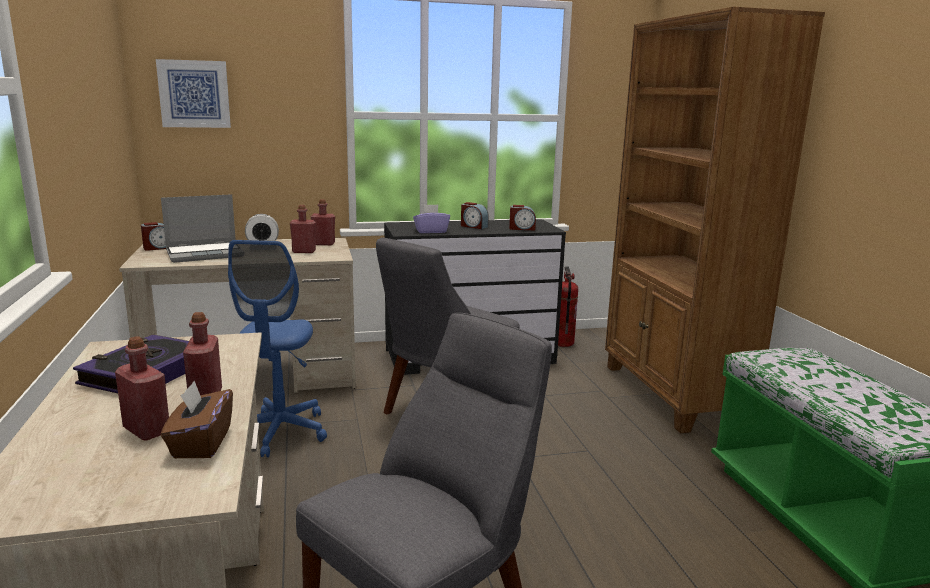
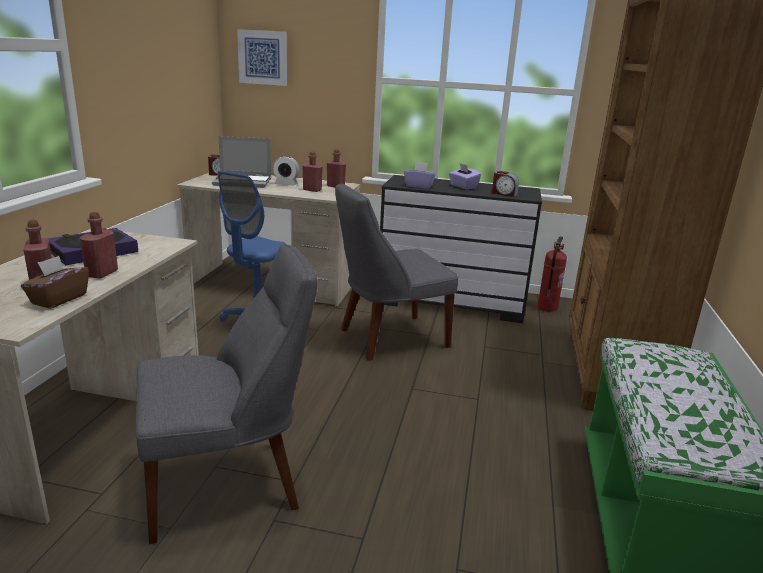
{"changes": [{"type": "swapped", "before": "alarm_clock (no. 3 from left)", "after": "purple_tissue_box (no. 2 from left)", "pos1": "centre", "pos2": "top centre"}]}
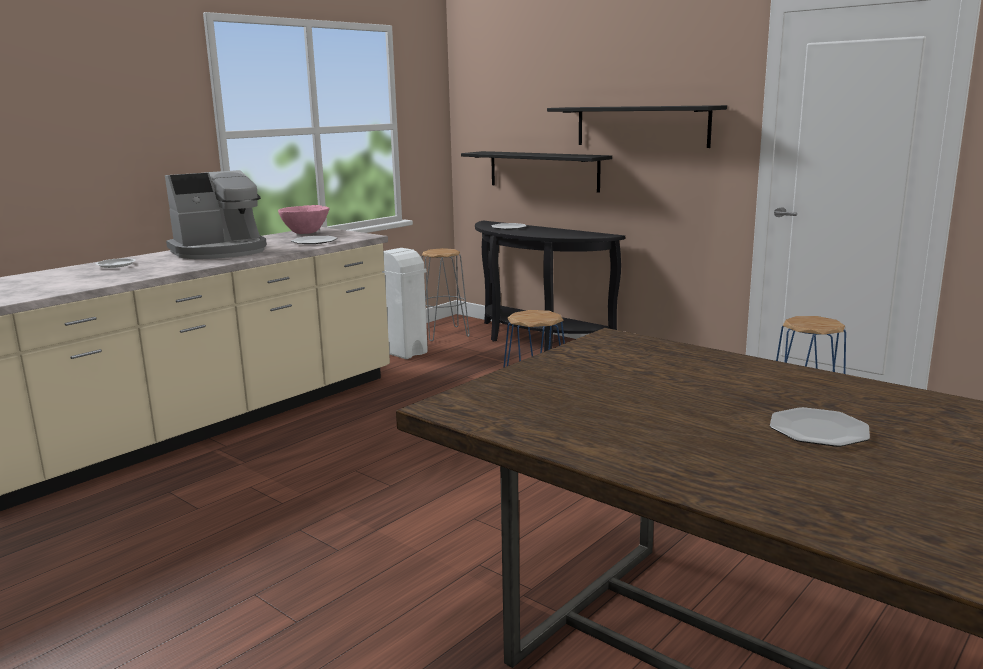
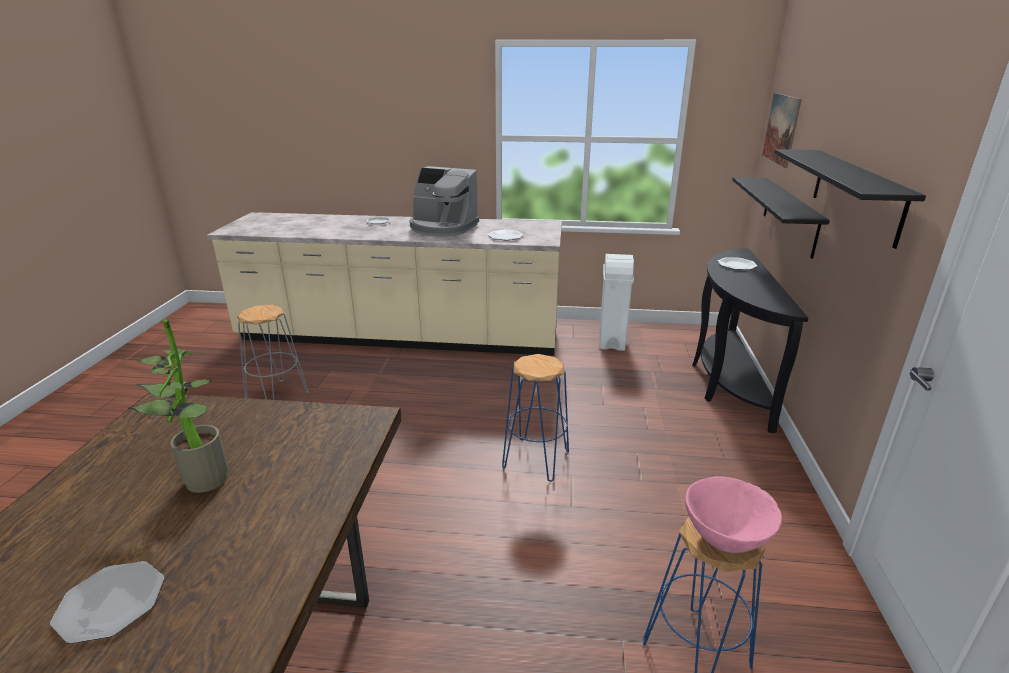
{"changes": [{"type": "shifted", "before": "pink_bowl", "pos1": "top left", "pos2": "bottom right"}, {"type": "shifted", "before": "grey_stool", "pos1": "centre", "pos2": "middle left"}, {"type": "new", "after": "potted_plant", "pos2": "middle left"}, {"type": "new", "after": "picture", "pos2": "top right"}]}
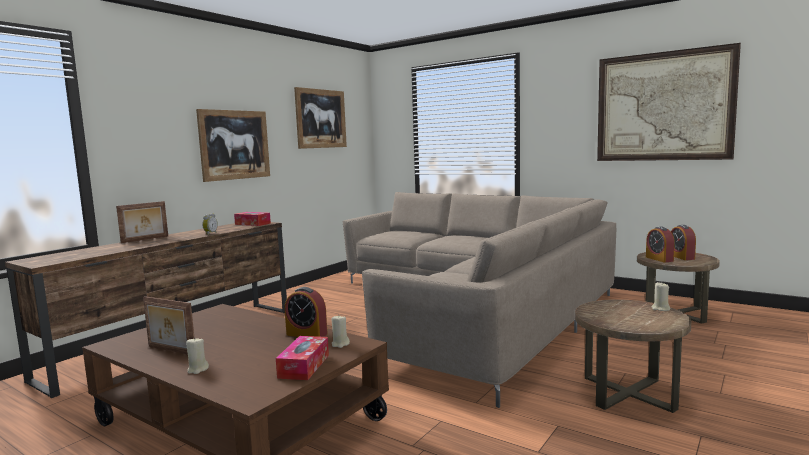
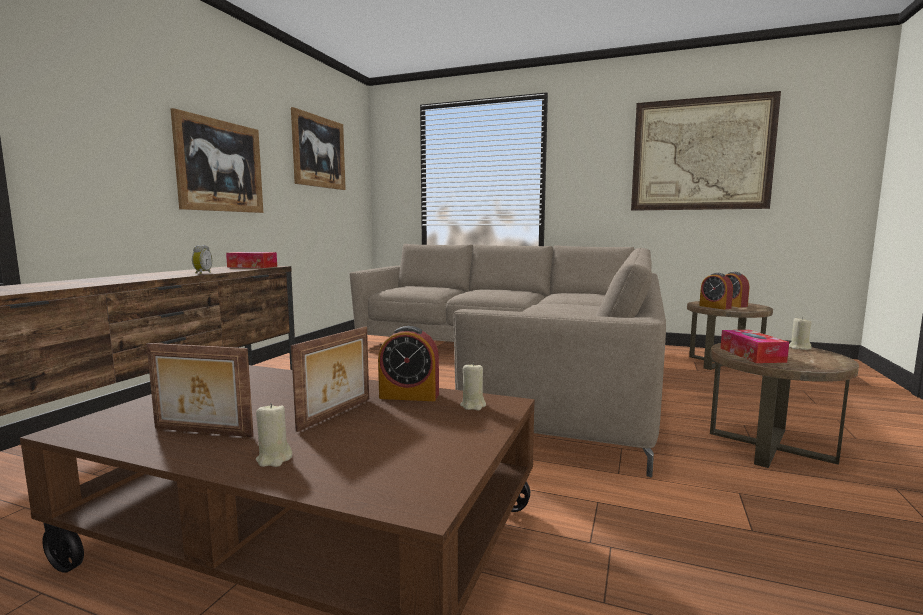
{"changes": [{"type": "shifted", "before": "picture_frame (no. 1 from left in the first image)", "after": "picture_frame (no. 2 from left)", "pos1": "middle left", "pos2": "centre"}, {"type": "shifted", "before": "tissue_box (no. 2 from left)", "pos1": "bottom centre", "pos2": "middle right"}]}
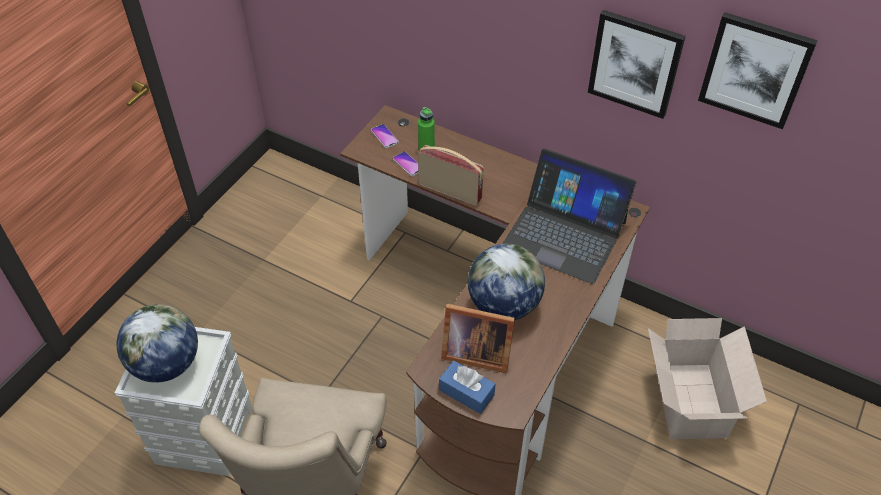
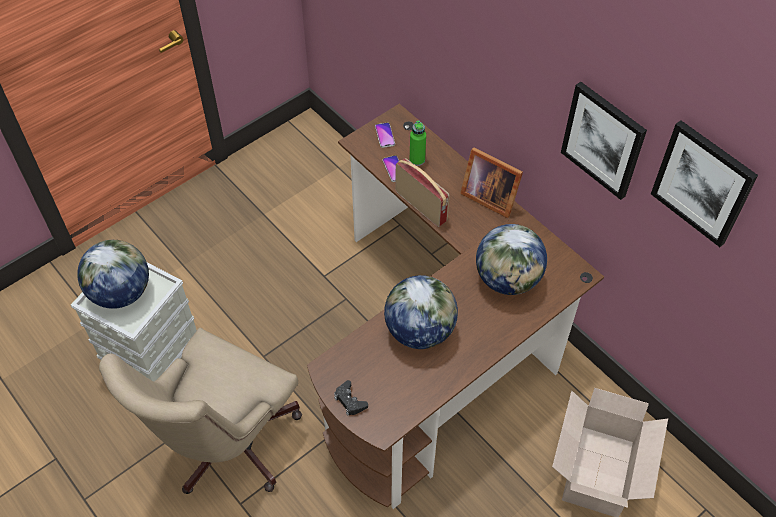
{"changes": [{"type": "swapped", "before": "blue_tissue_box", "after": "black_game_controller", "pos1": "bottom centre", "pos2": "bottom centre"}, {"type": "shifted", "before": "picture_frame", "pos1": "bottom centre", "pos2": "centre"}, {"type": "swapped", "before": "laptop", "after": "globe (no. 3 from left)", "pos1": "centre", "pos2": "centre"}]}
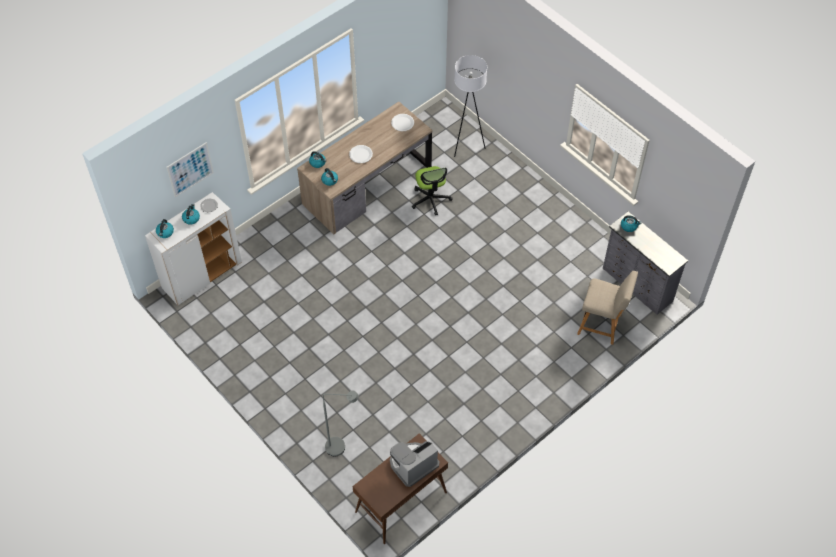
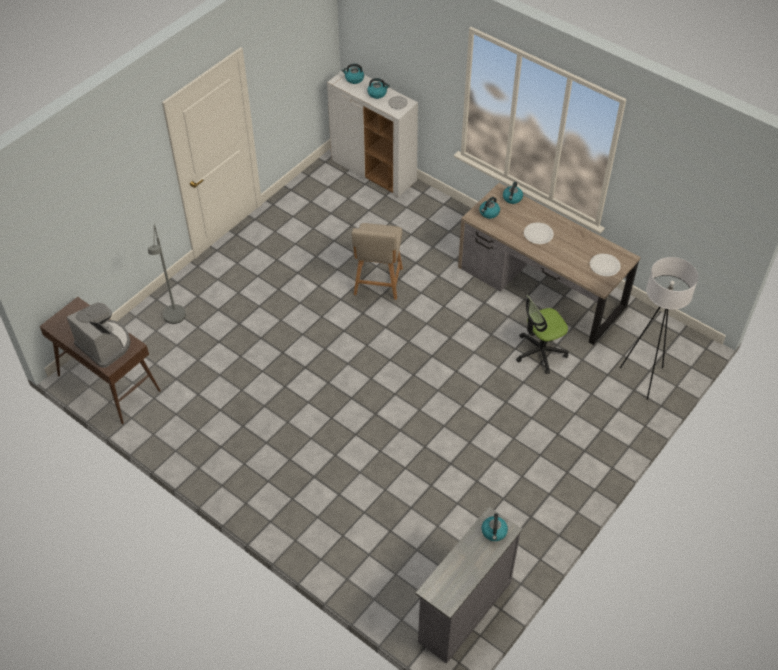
{"changes": [{"type": "gone", "before": "picture", "pos1": "top left"}, {"type": "shifted", "before": "beige_chair", "pos1": "middle right", "pos2": "centre"}]}
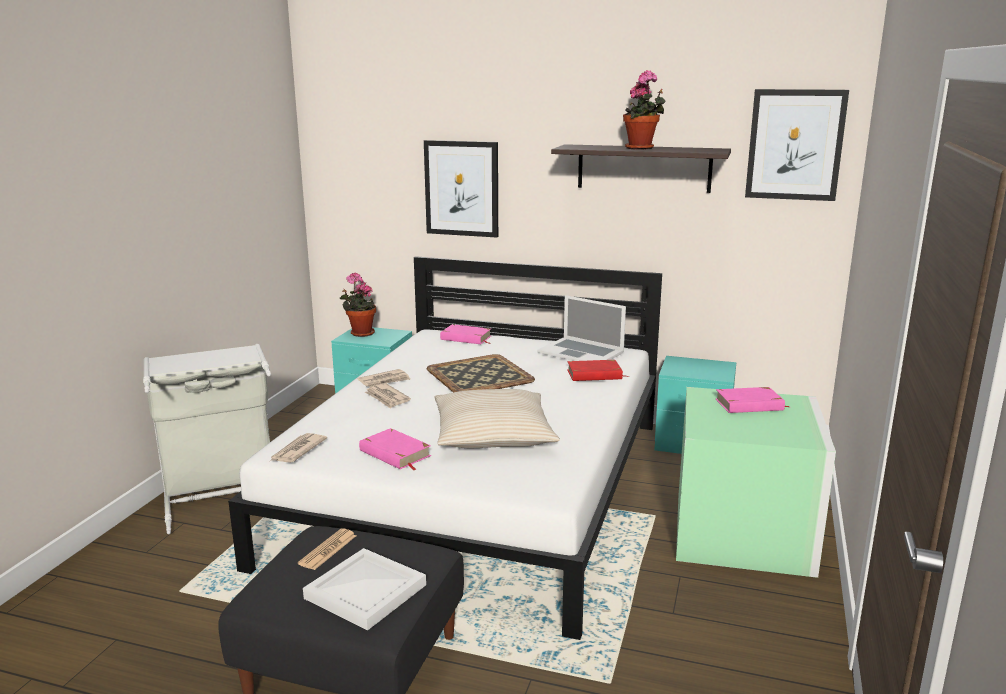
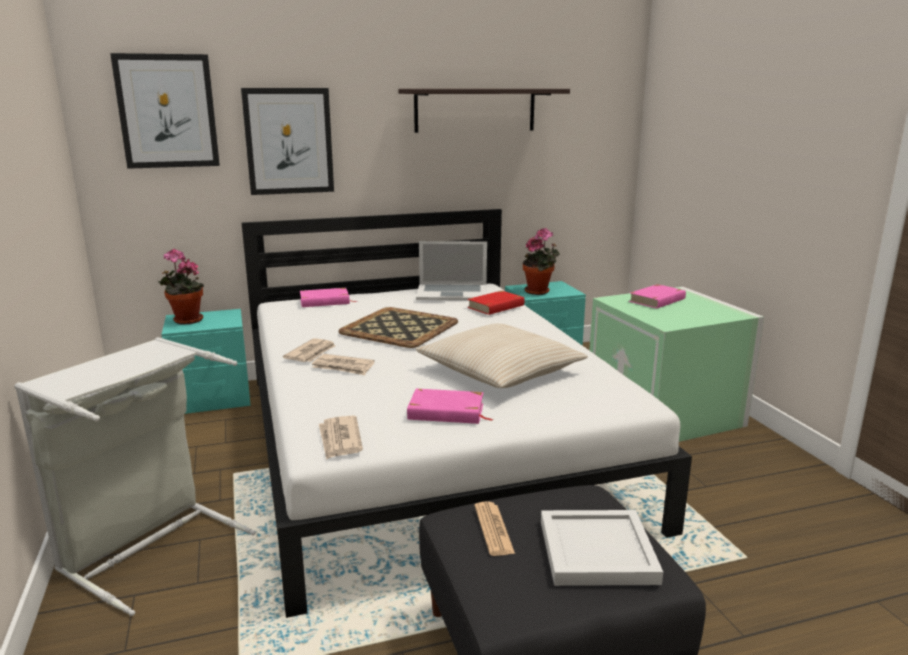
{"changes": [{"type": "shifted", "before": "potted_plant (no. 2 from left)", "pos1": "top centre", "pos2": "centre"}, {"type": "shifted", "before": "picture (no. 2 from left in the first image)", "after": "picture (no. 1 from left)", "pos1": "top right", "pos2": "top left"}]}
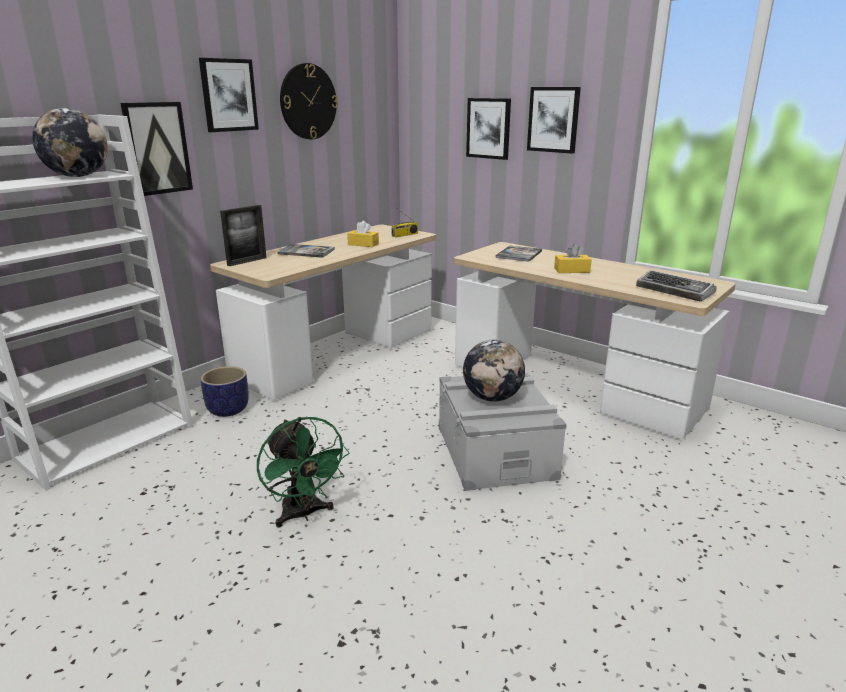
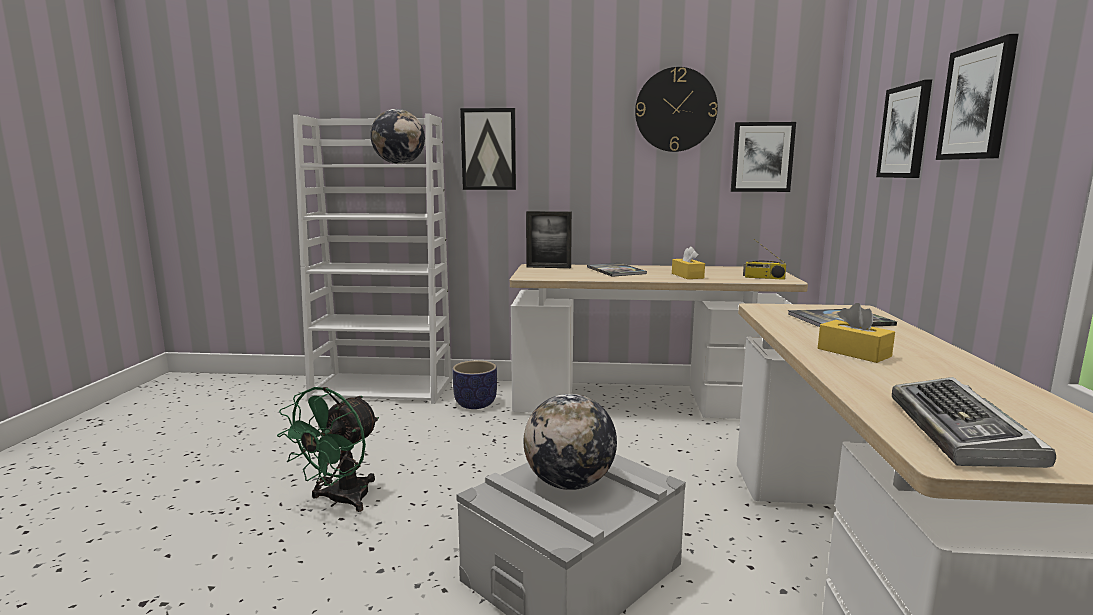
{"changes": [{"type": "shifted", "before": "picture (no. 2 from left)", "pos1": "top left", "pos2": "top right"}]}
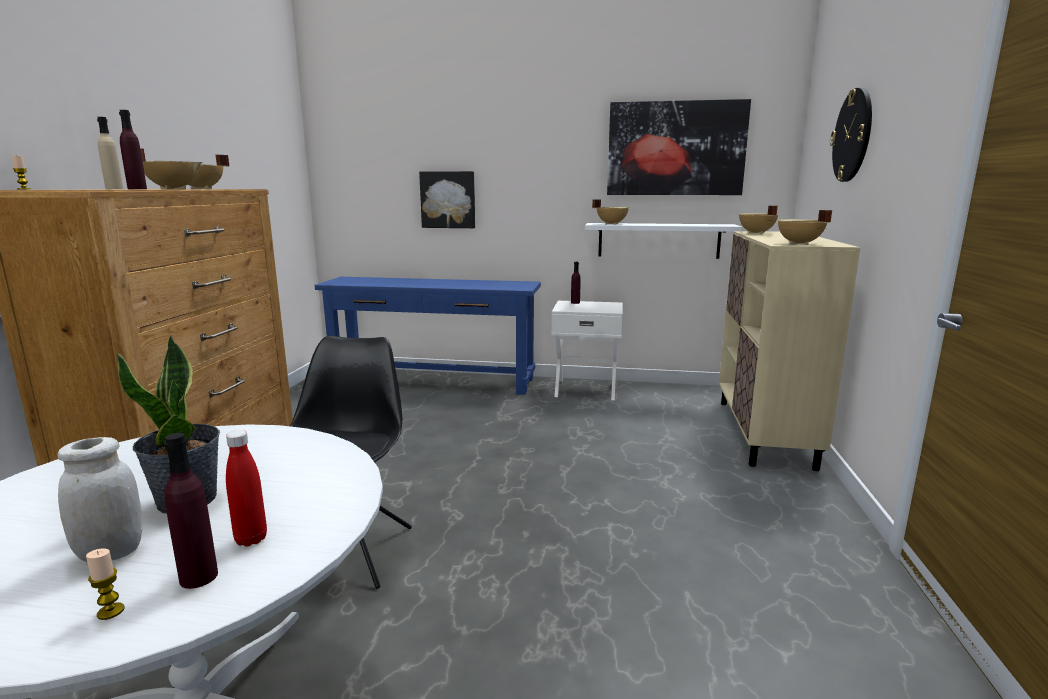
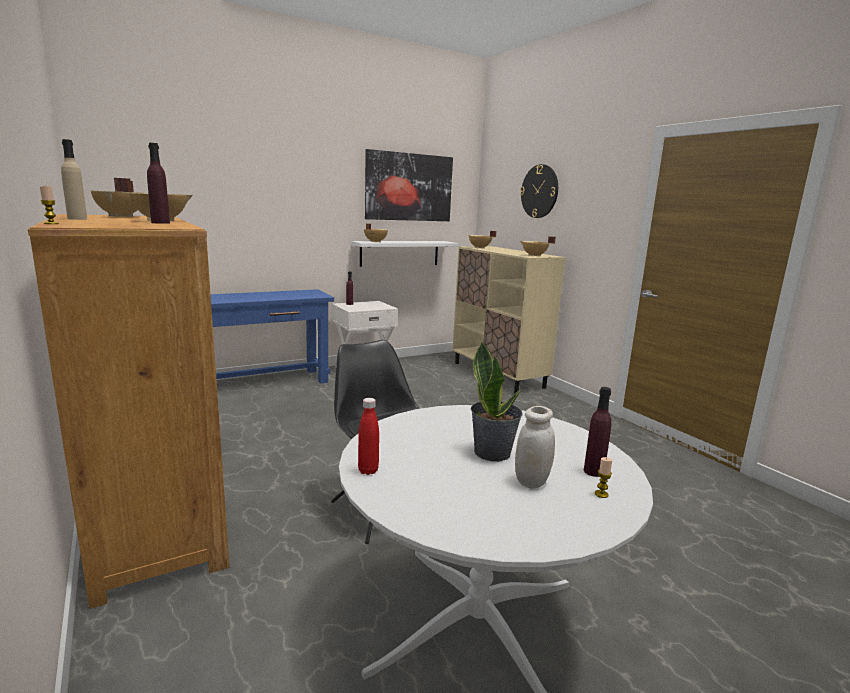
{"changes": [{"type": "shifted", "before": "red_bottle", "pos1": "bottom left", "pos2": "centre"}, {"type": "gone", "before": "picture (no. 1 from left)", "pos1": "top centre"}]}
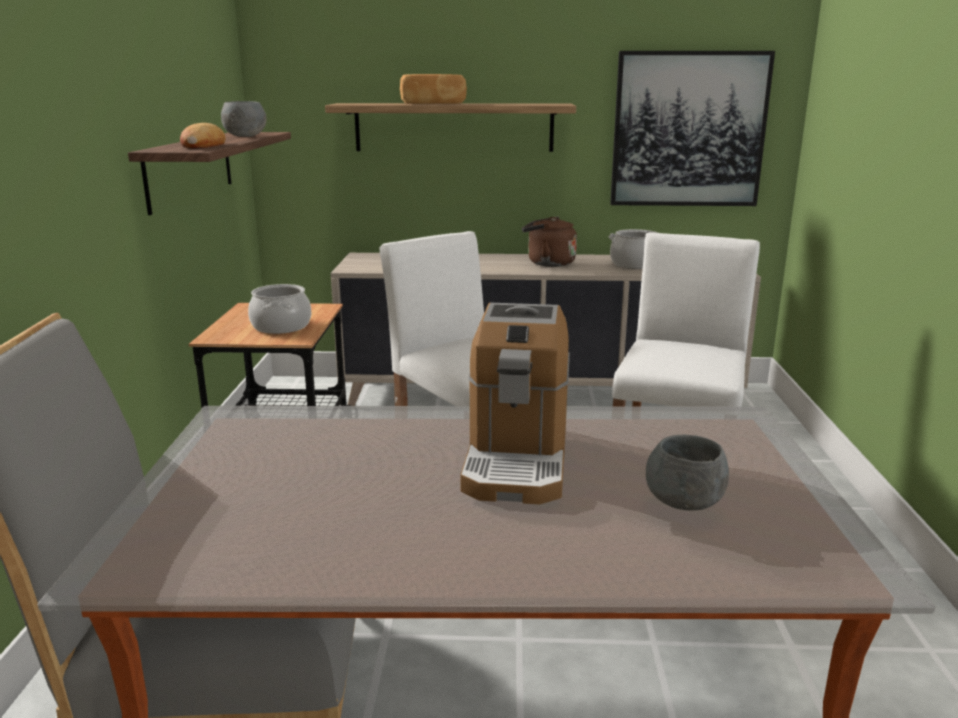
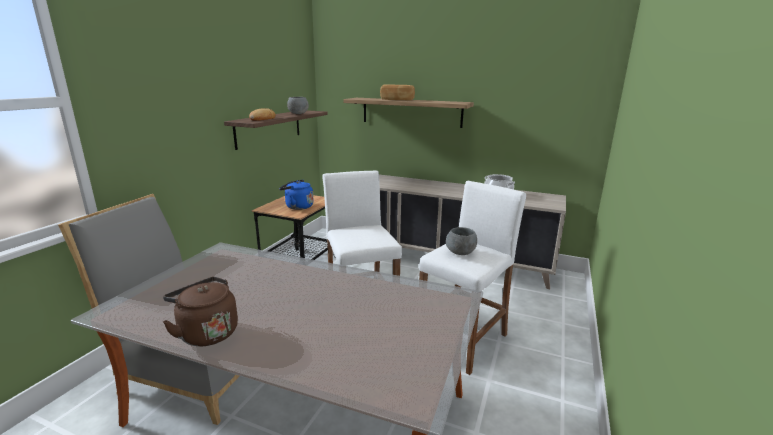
{"changes": [{"type": "swapped", "before": "cooking_pot (no. 1 from left)", "after": "blue_kettle", "pos1": "middle left", "pos2": "centre"}, {"type": "gone", "before": "coffee_machine", "pos1": "centre"}, {"type": "shifted", "before": "brown_kettle", "pos1": "centre", "pos2": "bottom left"}, {"type": "gone", "before": "picture", "pos1": "top right"}, {"type": "shifted", "before": "grey_bowl (no. 2 from left)", "pos1": "middle right", "pos2": "centre"}]}
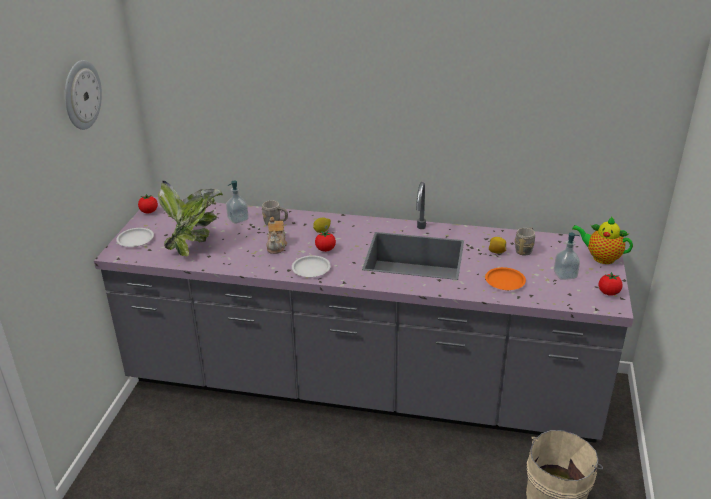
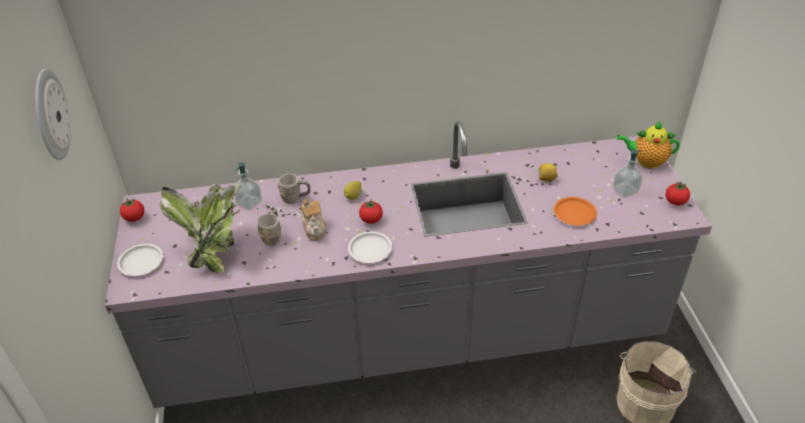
{"changes": [{"type": "shifted", "before": "grey_mug (no. 2 from left in the first image)", "after": "grey_mug (no. 1 from left)", "pos1": "middle right", "pos2": "centre"}]}
